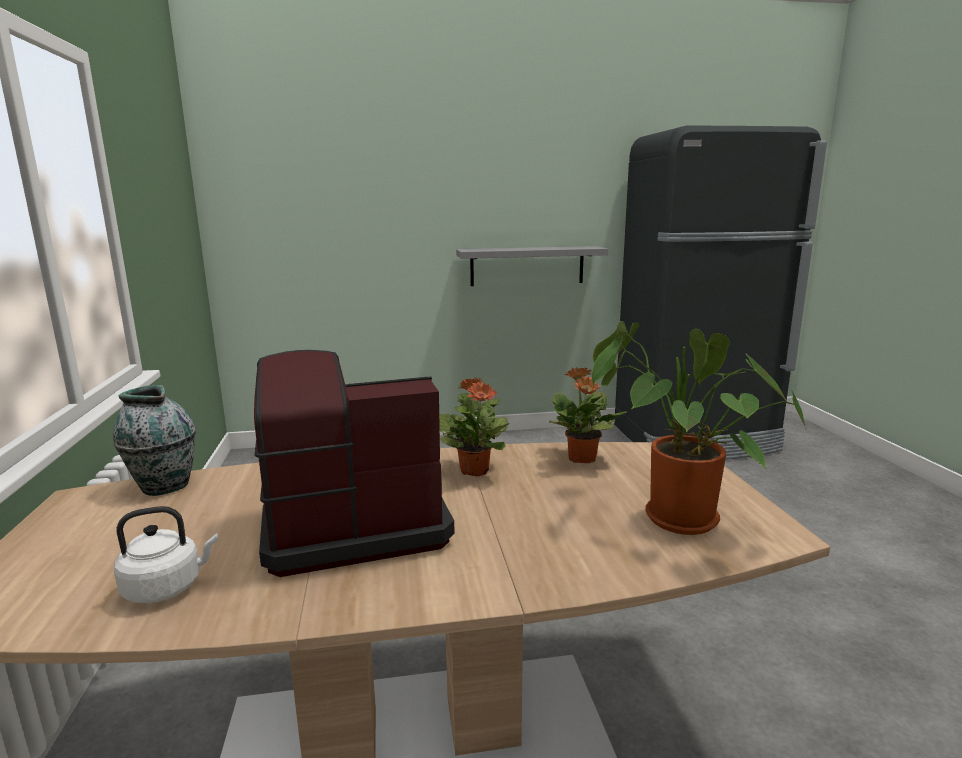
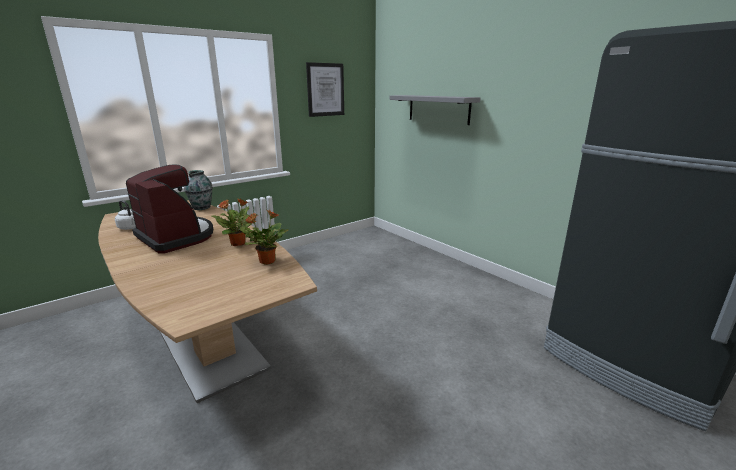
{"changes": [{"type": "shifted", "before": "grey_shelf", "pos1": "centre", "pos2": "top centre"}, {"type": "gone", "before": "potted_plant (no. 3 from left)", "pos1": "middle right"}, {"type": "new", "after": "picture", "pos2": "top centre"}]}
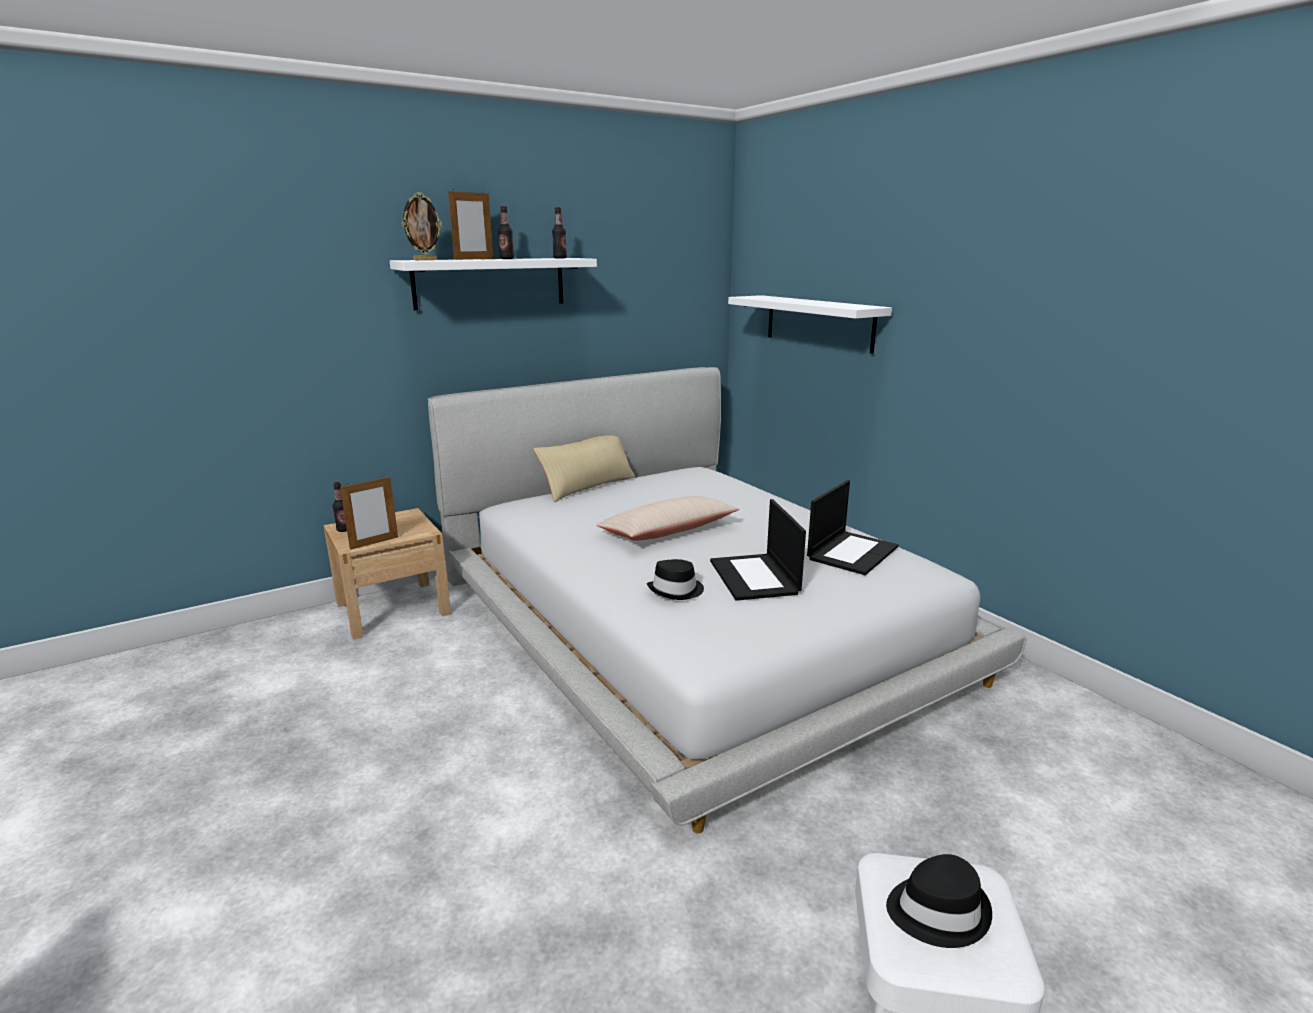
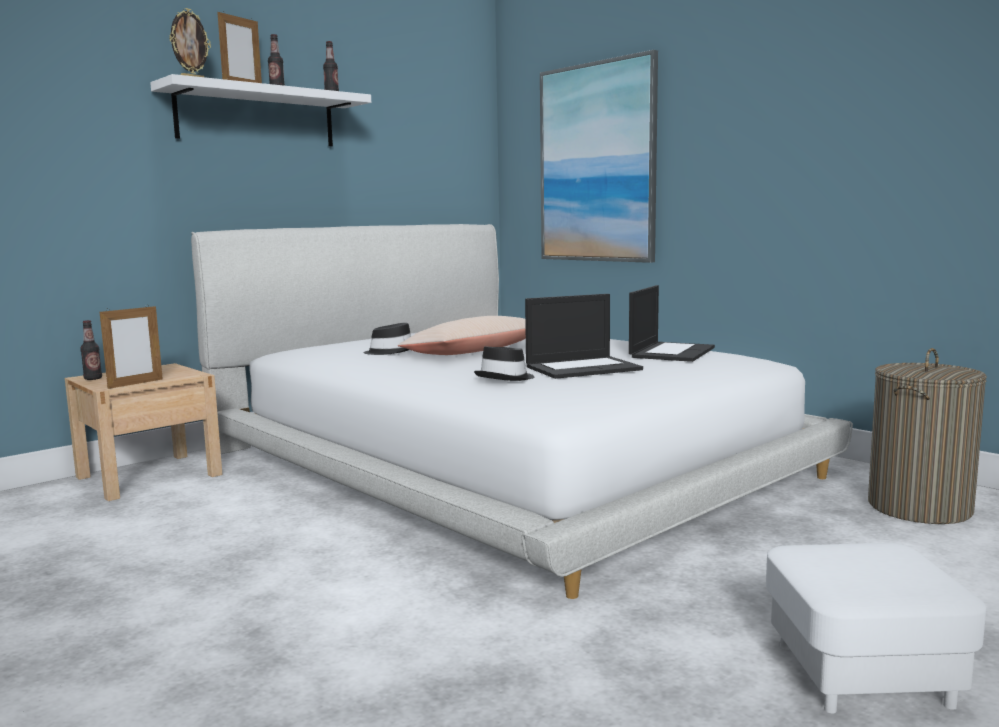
{"changes": [{"type": "gone", "before": "beige_pillow (no. 1 from left)", "pos1": "centre"}, {"type": "rotated", "before": "laptop (no. 1 from left)", "pos1": "centre", "pos2": "centre", "turn": -90}, {"type": "swapped", "before": "white_shelf (no. 2 from left)", "after": "picture", "pos1": "top centre", "pos2": "top centre"}, {"type": "shifted", "before": "black_hat (no. 2 from left in the first image)", "after": "black_hat (no. 1 from left)", "pos1": "bottom right", "pos2": "centre"}, {"type": "new", "after": "laundry_basket", "pos2": "middle right"}]}
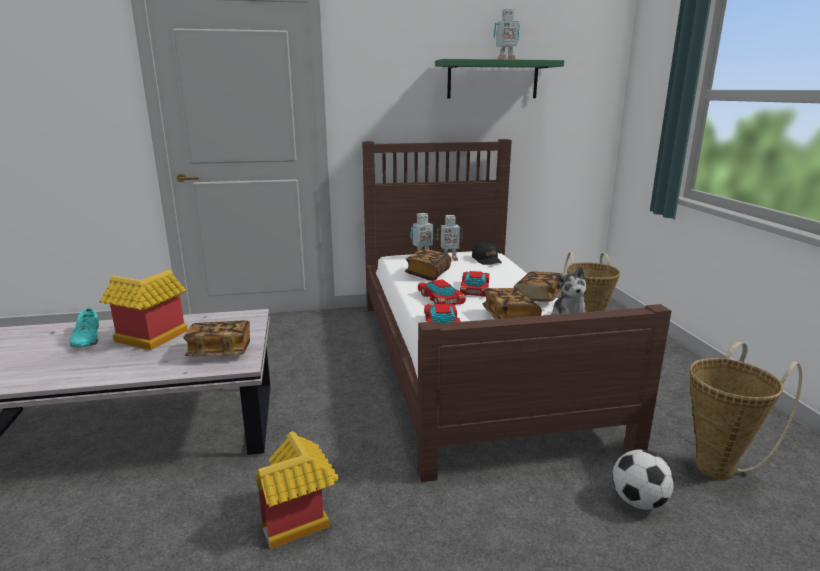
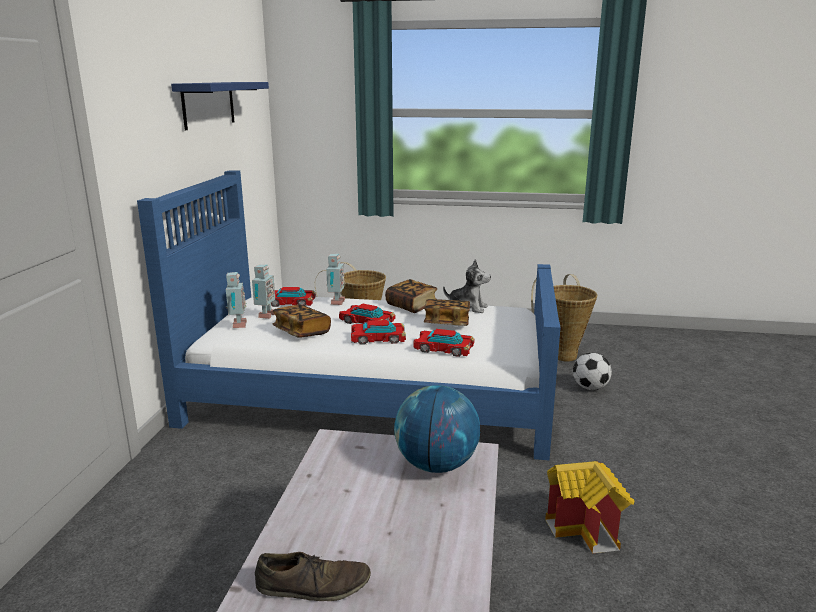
{"changes": [{"type": "repainted", "before": "turquoise_shoe", "after": "brown_shoe", "pos1": "middle left", "pos2": "bottom centre"}, {"type": "gone", "before": "toy_house (no. 1 from left)", "pos1": "middle left"}, {"type": "swapped", "before": "book (no. 1 from left)", "after": "globe", "pos1": "middle left", "pos2": "bottom centre"}, {"type": "repainted", "before": "brown_bed", "after": "blue_bed", "pos1": "centre", "pos2": "centre"}, {"type": "repainted", "before": "green_shelf", "after": "blue_shelf", "pos1": "top centre", "pos2": "top left"}, {"type": "swapped", "before": "black_cap", "after": "toy_car (no. 1 from left)", "pos1": "centre", "pos2": "centre"}, {"type": "shifted", "before": "toy_robot (no. 3 from left)", "pos1": "top centre", "pos2": "centre"}]}
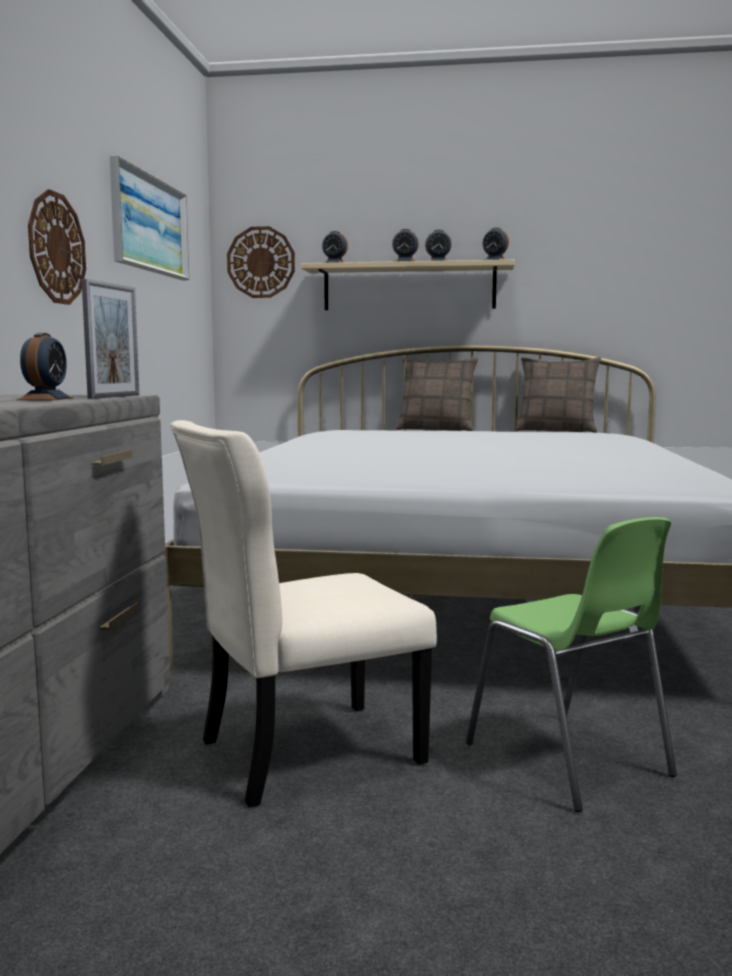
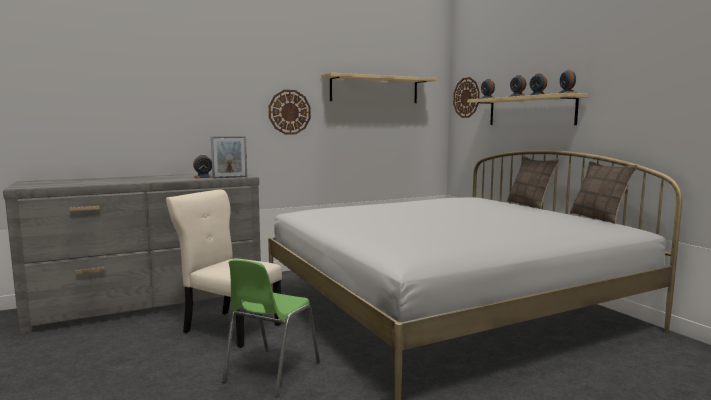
{"changes": [{"type": "swapped", "before": "picture", "after": "beige_shelf (no. 1 from left)", "pos1": "top left", "pos2": "top centre"}]}
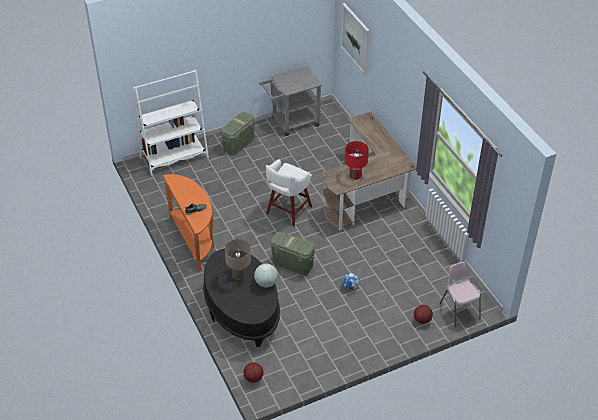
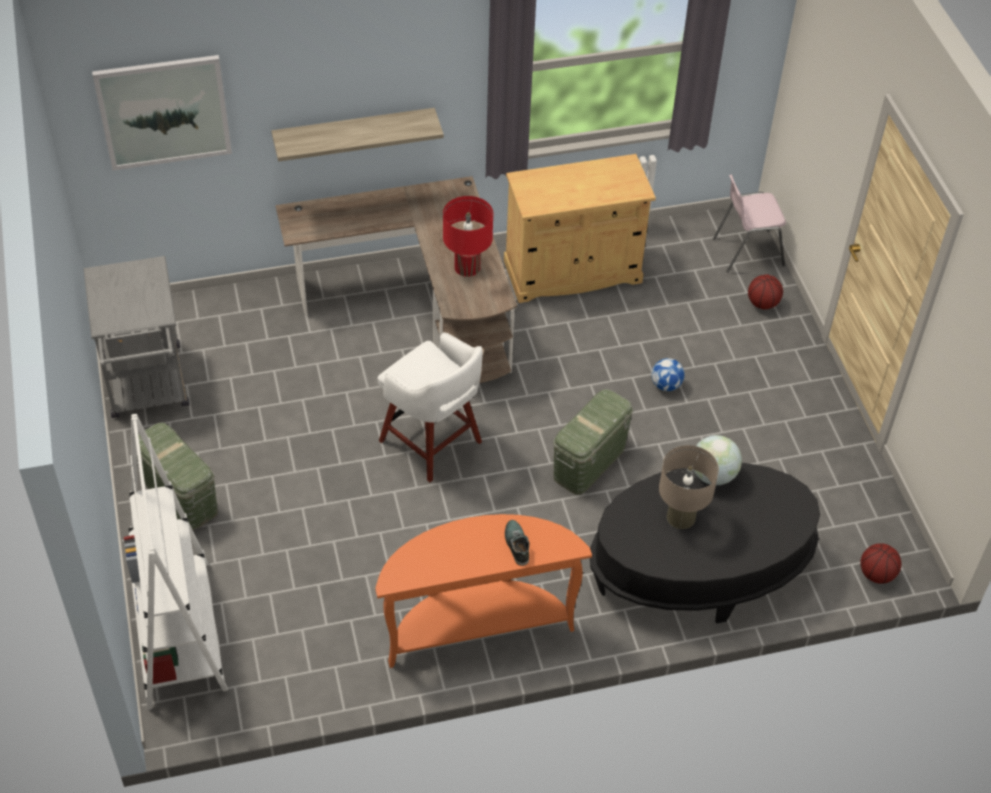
{"changes": [{"type": "new", "after": "shelf", "pos2": "top centre"}, {"type": "new", "after": "beige_cabinet", "pos2": "top centre"}]}
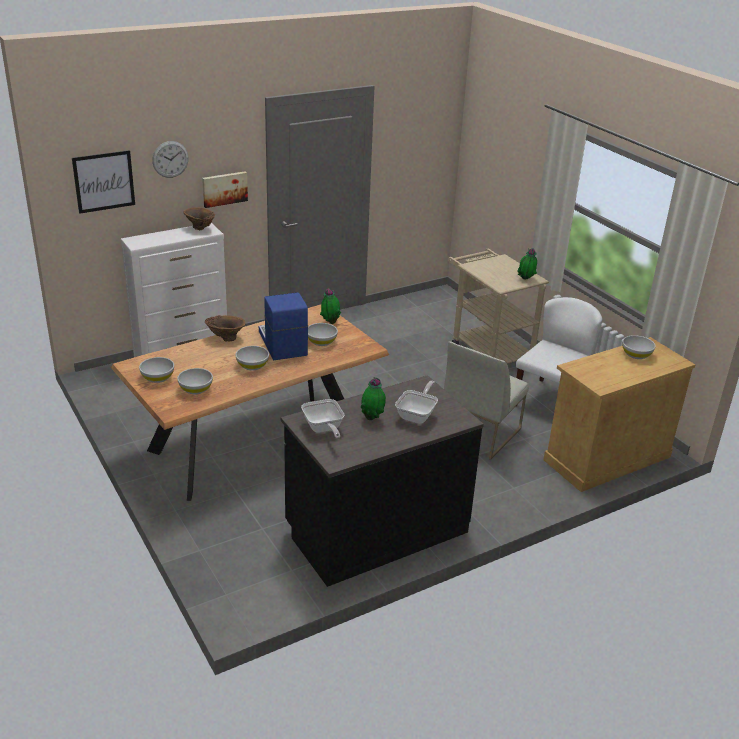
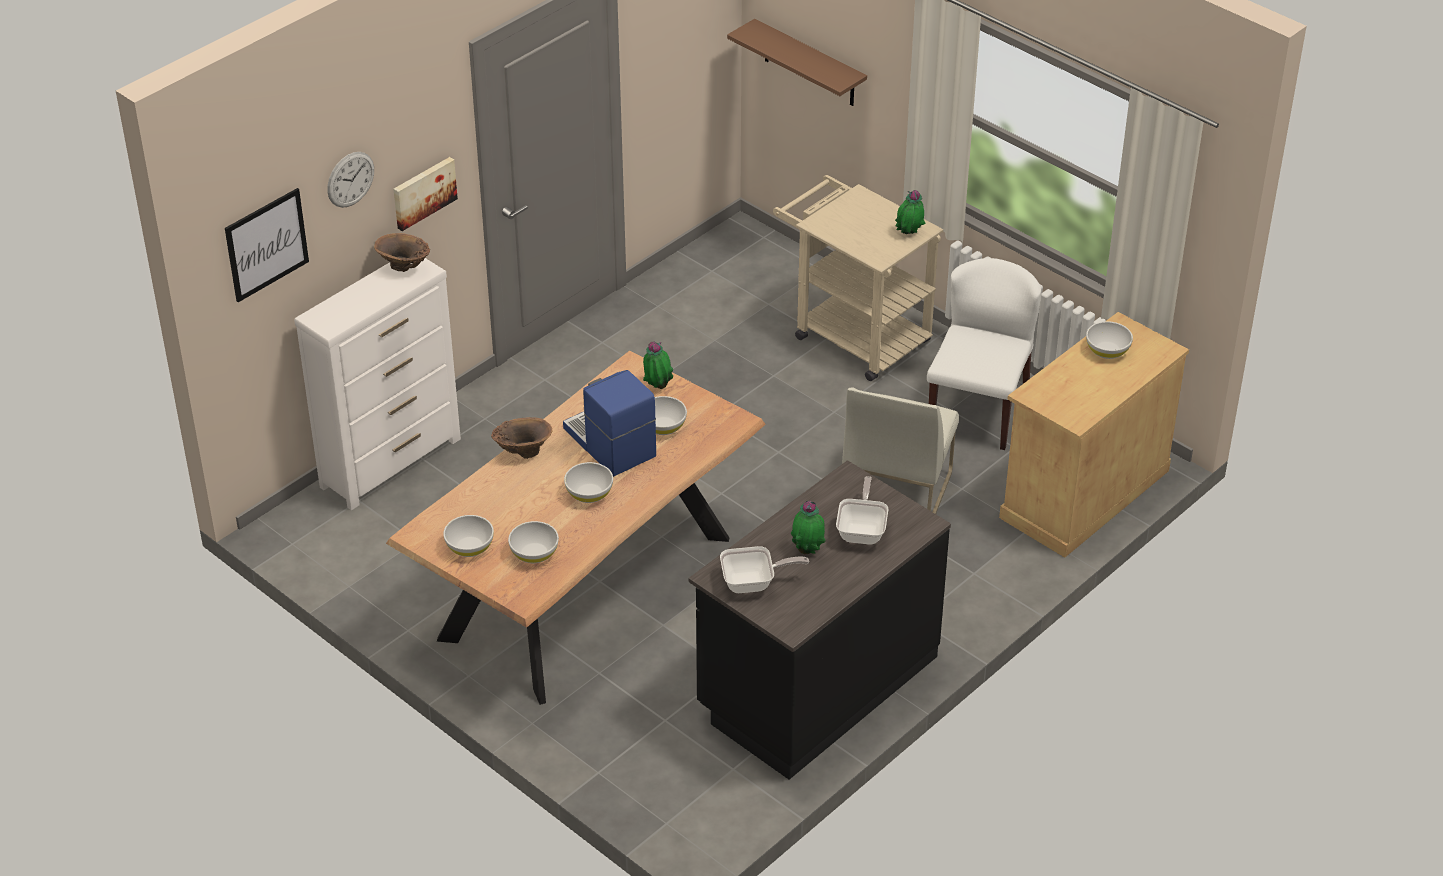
{"changes": [{"type": "rotated", "before": "frying_pan (no. 1 from left)", "pos1": "centre", "pos2": "centre", "turn": -60}, {"type": "new", "after": "brown_shelf", "pos2": "top centre"}]}
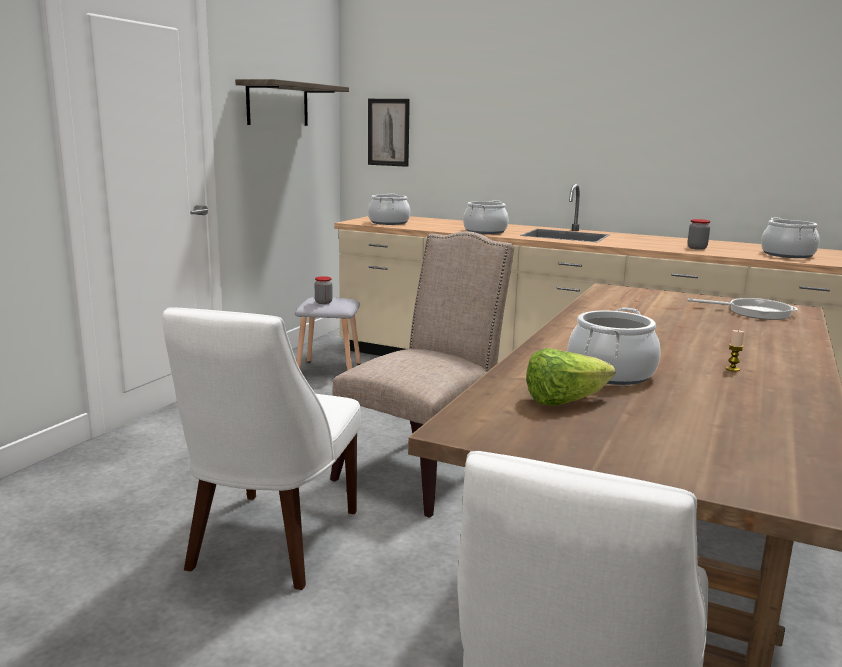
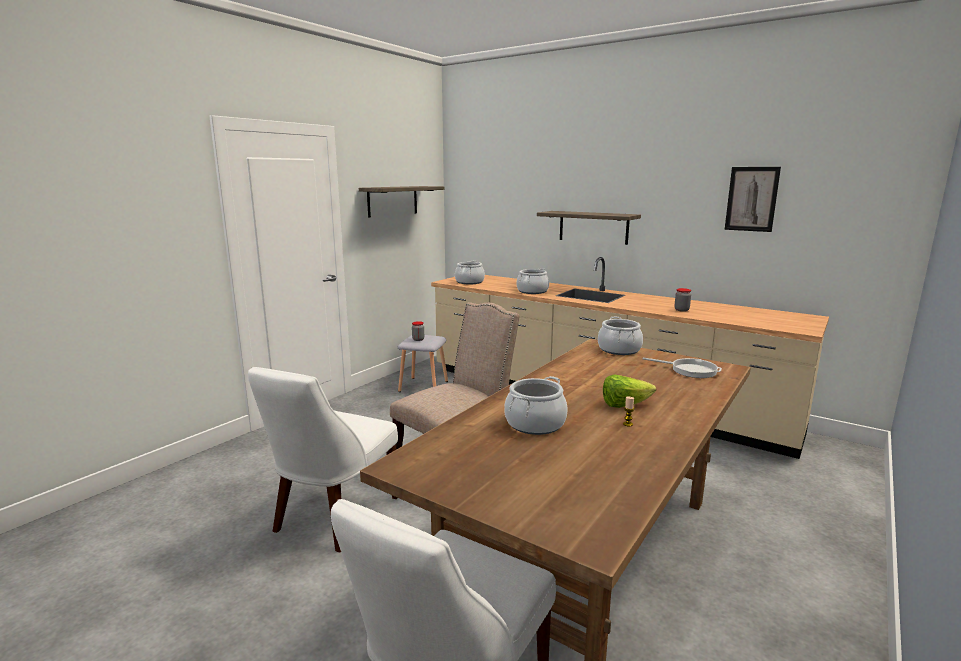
{"changes": [{"type": "shifted", "before": "picture", "pos1": "top centre", "pos2": "top right"}, {"type": "shifted", "before": "lettuce", "pos1": "middle right", "pos2": "centre"}, {"type": "shifted", "before": "cooking_pot (no. 4 from left)", "pos1": "middle right", "pos2": "centre"}, {"type": "new", "after": "shelf (no. 2 from left)", "pos2": "centre"}]}
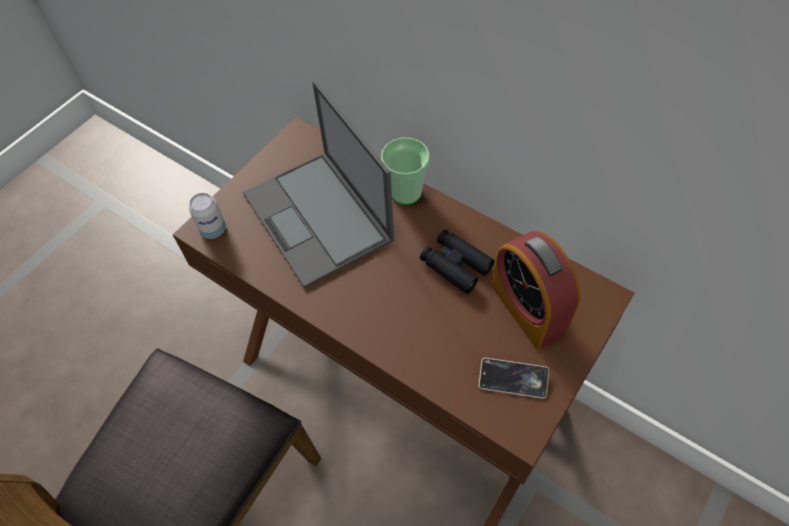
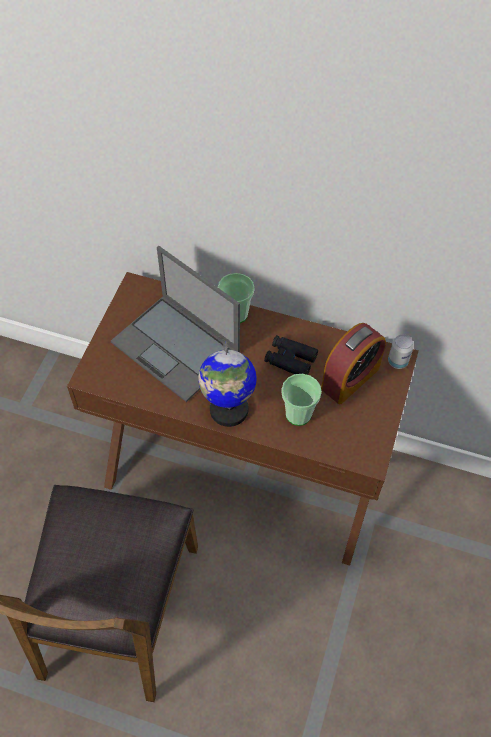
{"changes": [{"type": "shifted", "before": "can", "pos1": "middle left", "pos2": "middle right"}, {"type": "gone", "before": "phone", "pos1": "bottom centre"}, {"type": "rotated", "before": "alarm_clock", "pos1": "middle right", "pos2": "middle right", "turn": -90}, {"type": "new", "after": "globe", "pos2": "centre"}, {"type": "new", "after": "cup (no. 2 from left)", "pos2": "centre"}]}
